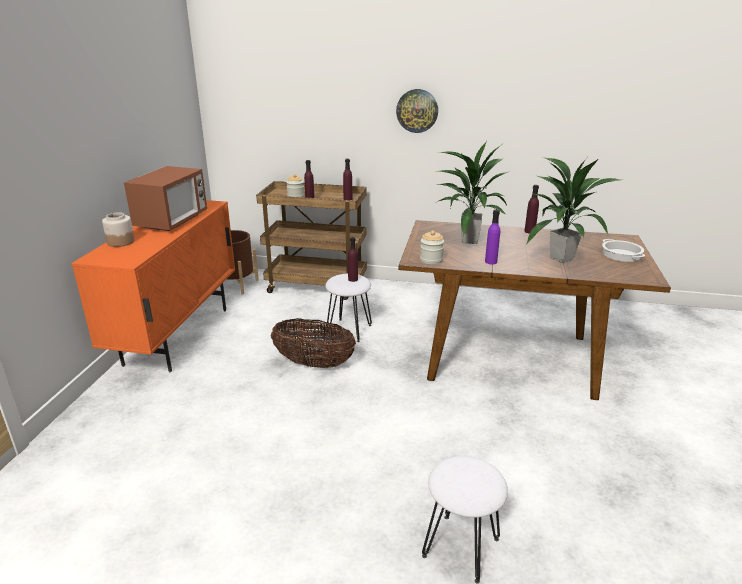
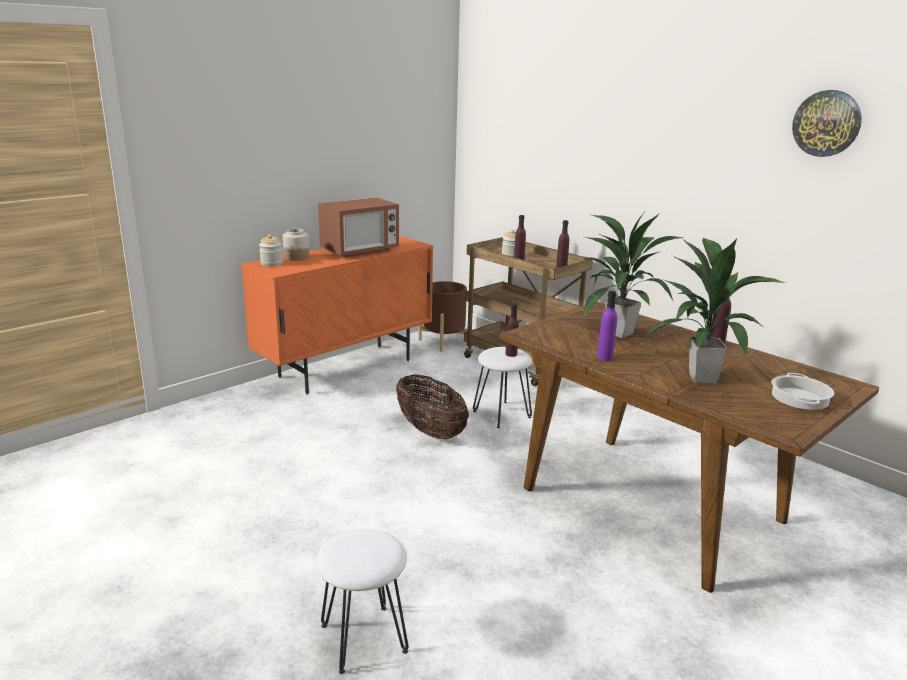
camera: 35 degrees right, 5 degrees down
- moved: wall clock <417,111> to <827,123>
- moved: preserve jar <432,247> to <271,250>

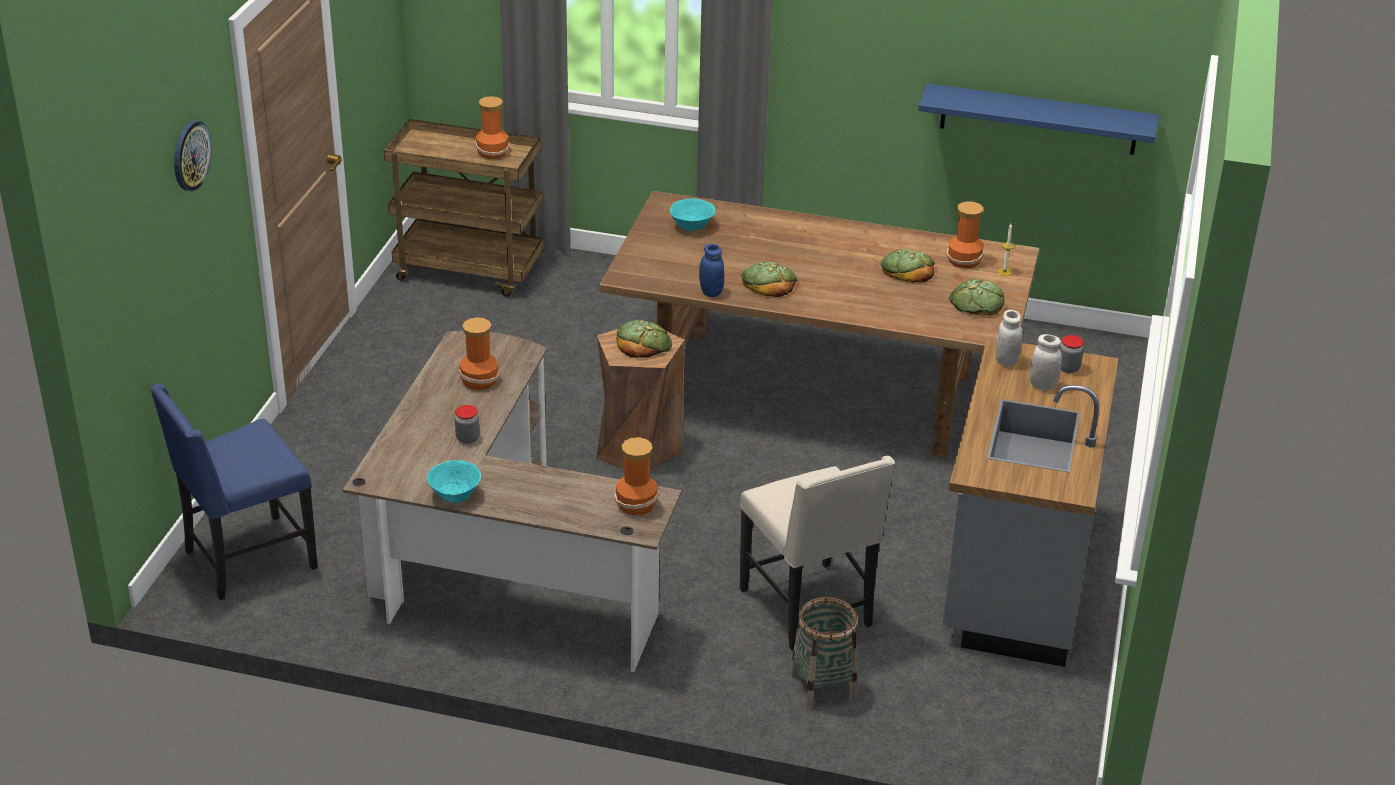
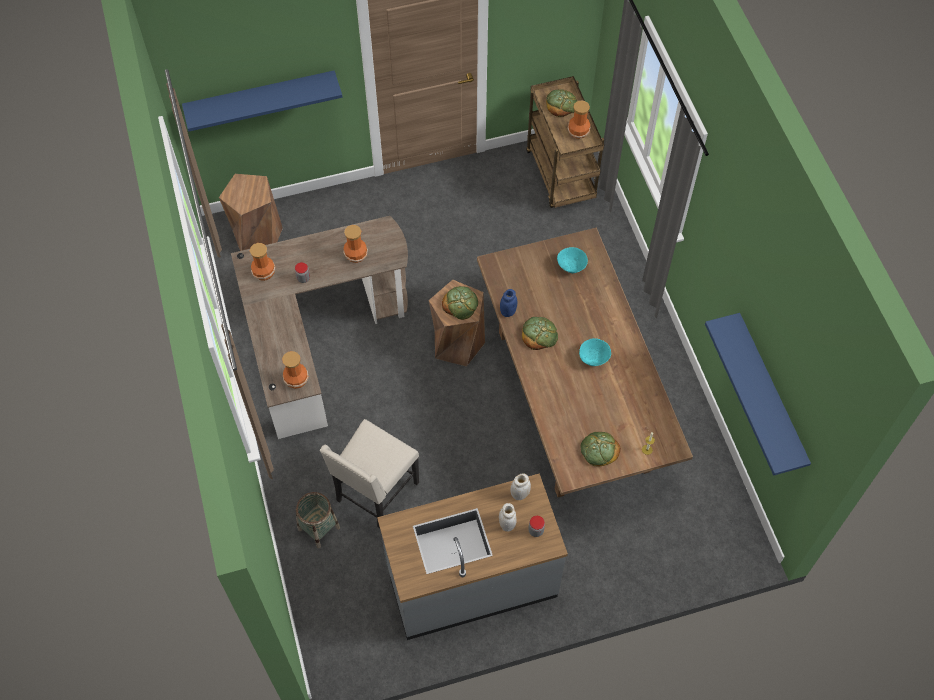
camera: 60 degrees right, 25 degrees up
- removed: wall clock <193,156>
- moved: decorative vase <965,235> to <263,262>
- moved: bakery bread <908,266> to <561,103>
- replaced: plain chair in bluish <234,491> to sitting stool in brown-coloured <251,212>
- moved: bowl in turquoise-coloured <454,481> to <595,352>
- added: bracket shelf in bluish <262,101>

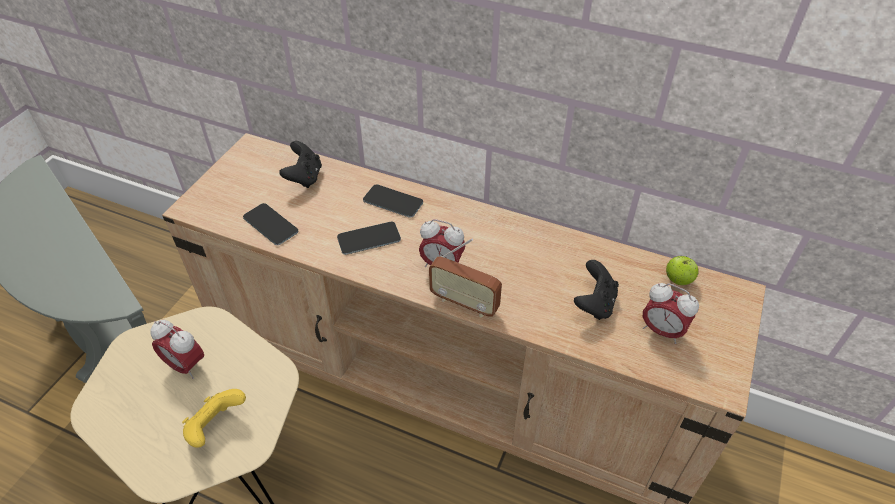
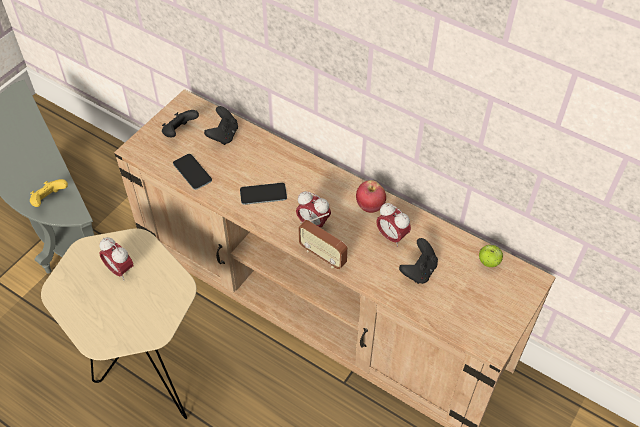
camera: 10 degrees right, 5 degrees up
- removed: telephone <393,201>
- moved: bedside clock <671,313> to <393,225>
- moved: joypad in yellow-coloured <214,418> to <49,193>
- added: joypad in black-coloured <180,123>
- added: whole apple <371,196>

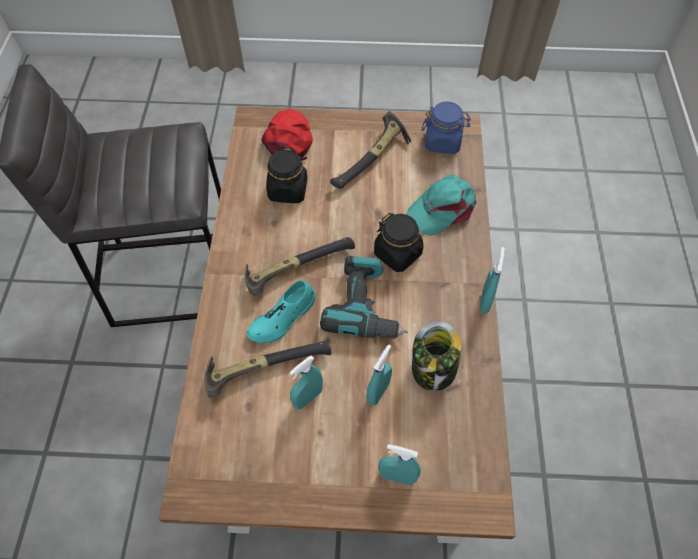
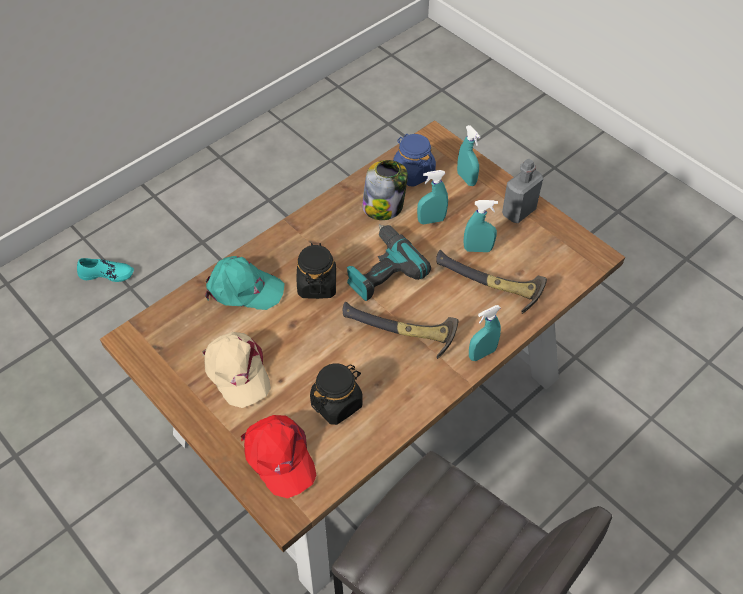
camera: 135 degrees left, 5 degrees down
- moved: preserve jar in bluish <446,128> to <414,160>
- turned: baseball cap in reddish <287,135> = <278,456> 75 degrees counterclockwise
- replaced: hammer <370,150> to baseball cap in sand-coloured <236,370>
- moved: spray bottle in turquoise-coloured <492,280> to <485,333>
- moved: item of footwear in turquoise-coloured <281,311> to <105,270>
- added: bottle in grey <522,191>

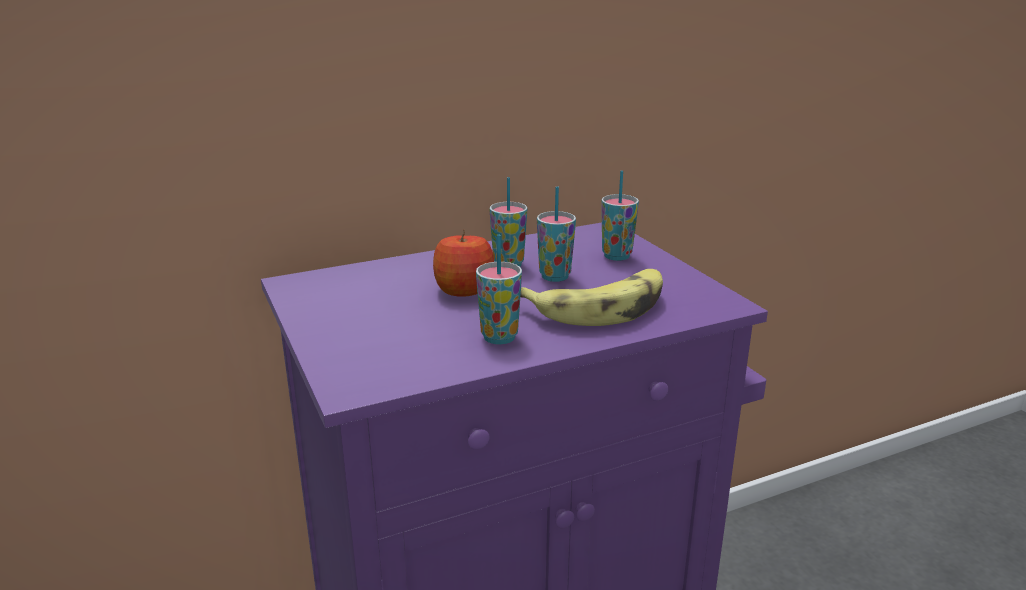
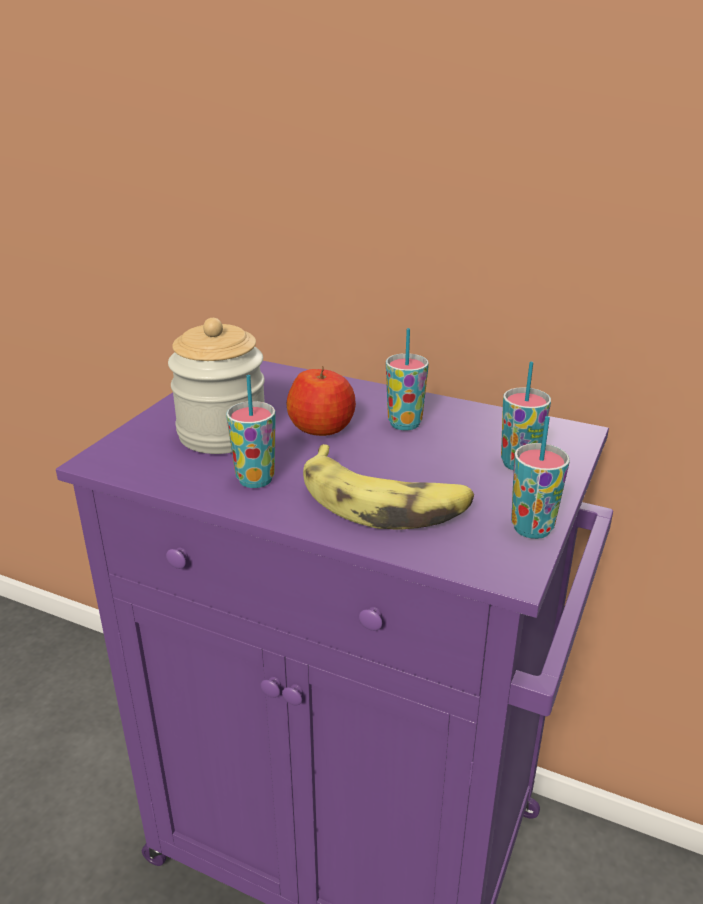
camera: 50 degrees right, 5 degrees up
- moved: small cup <556,234> to <540,477>
- added: preserve jar <216,386>

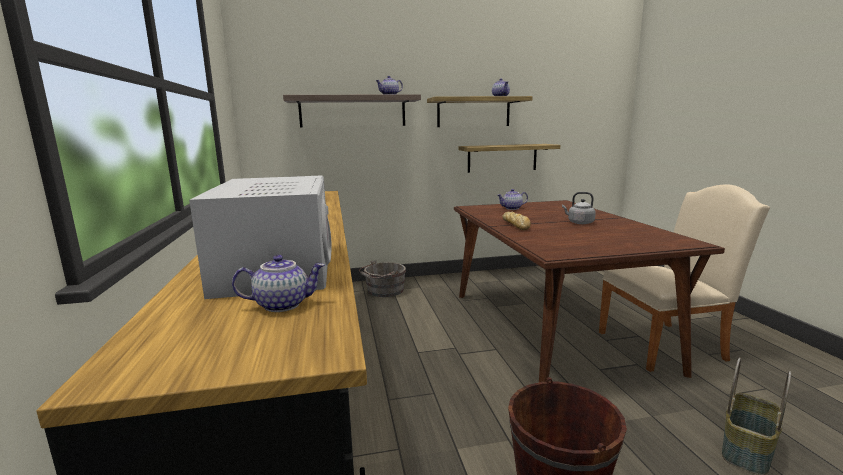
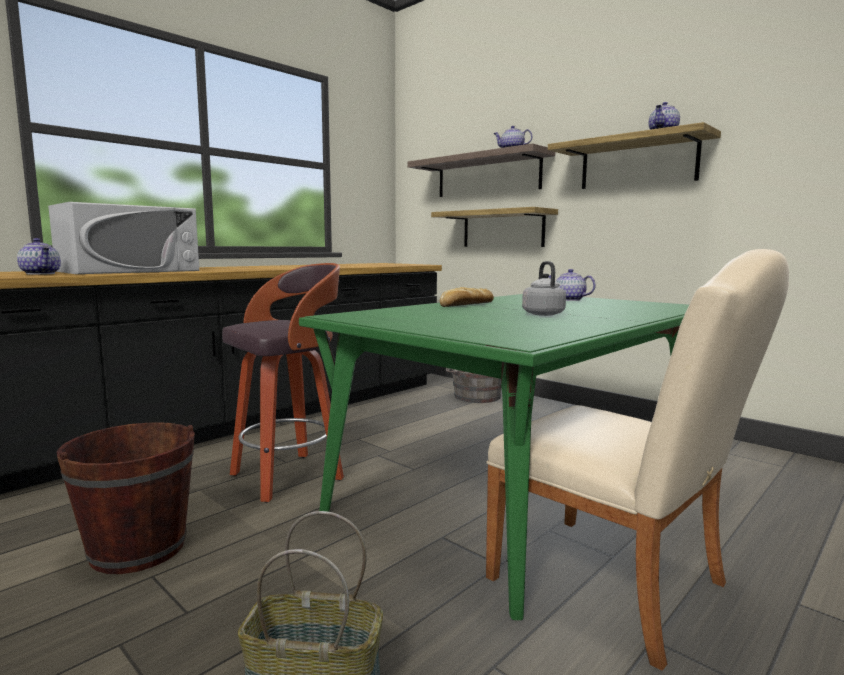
camera: 55 degrees right, 5 degrees down
- moved: bracket shelf <509,158> to <494,227>
- recoloured: dining table in brown-coloured <589,291> to dining table in greenish <494,457>
- added: sitting stool <283,383>

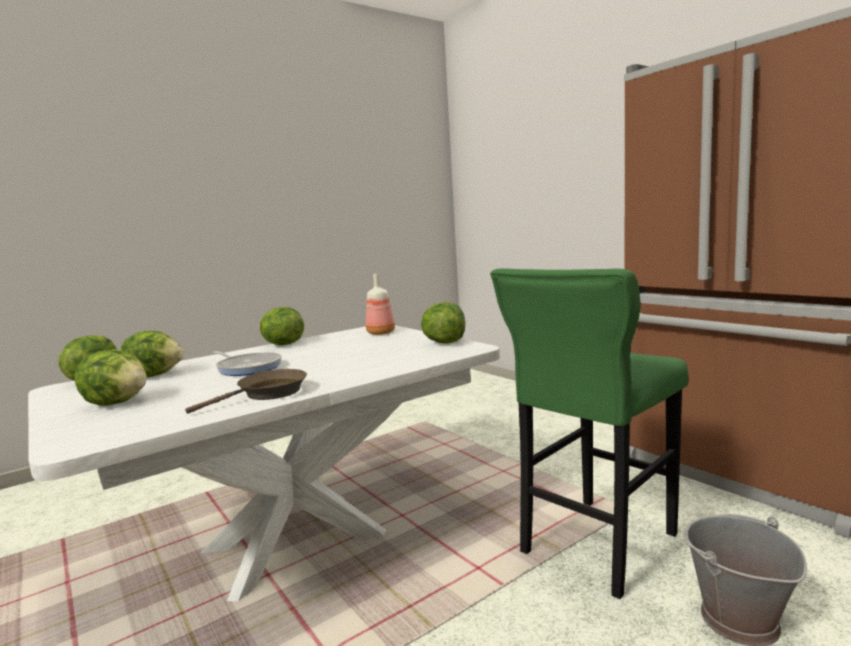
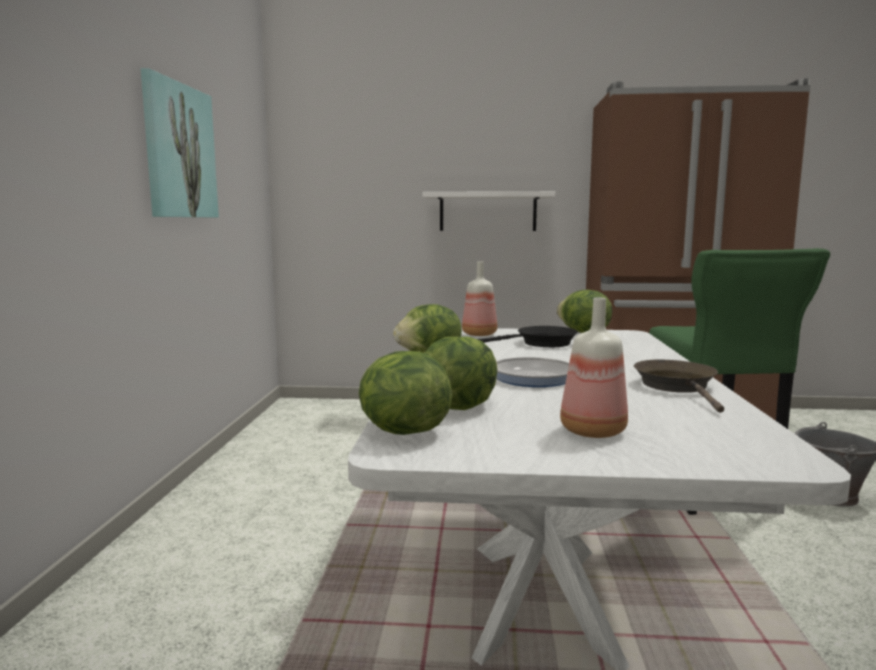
camera: 50 degrees left, 0 degrees up
- replaced: head of lettuce <111,377> to bottle <594,368>
- added: wall art <180,142>
- added: bracket shelf in white <488,211>
- added: frying pan in black-coloured <527,336>

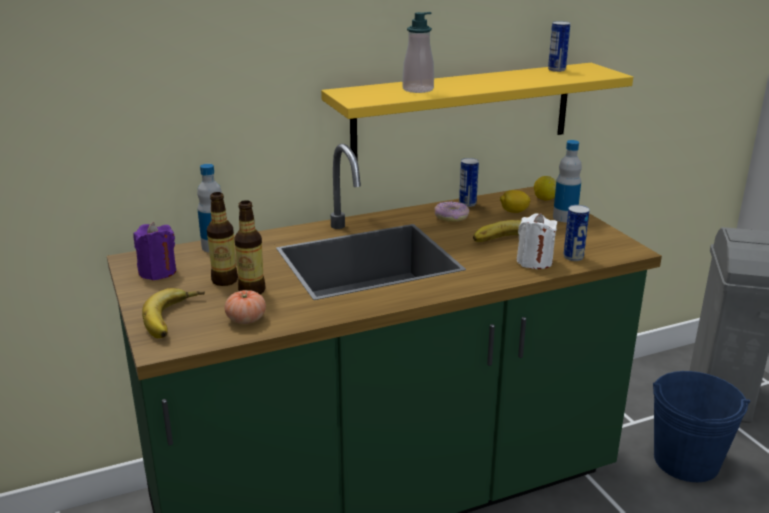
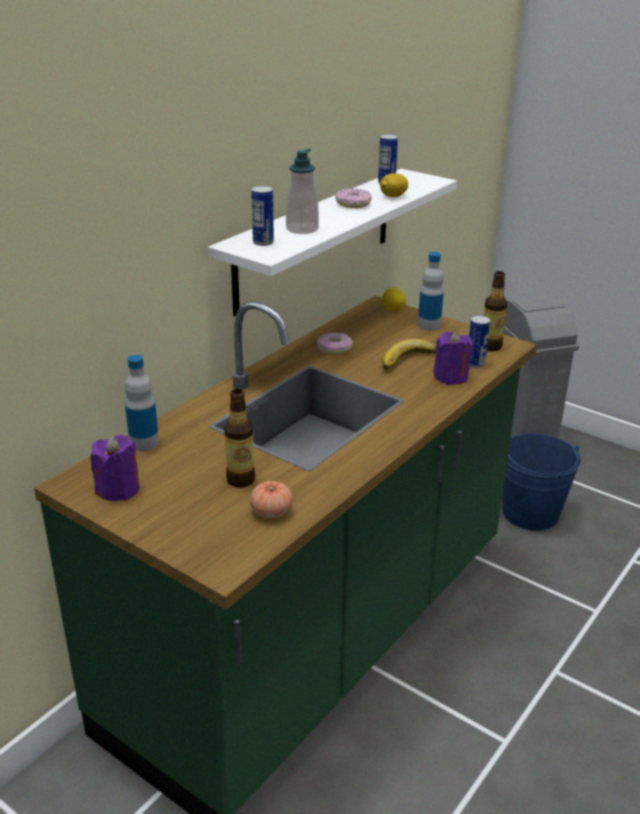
camera: 30 degrees left, 5 degrees up
- recoloured: bracket shelf in yellow-coloured <477,110> to bracket shelf in white <332,243>
- moved: metal can <469,182> to <262,216>
- moved: lemon <515,201> to <394,185>
- moved: bottle <222,239> to <495,311>
- recoloured: wax candle in white <537,241> to wax candle in purple <453,358>
- removed: whole banana <173,313>
- added: ring doughnut <353,198>

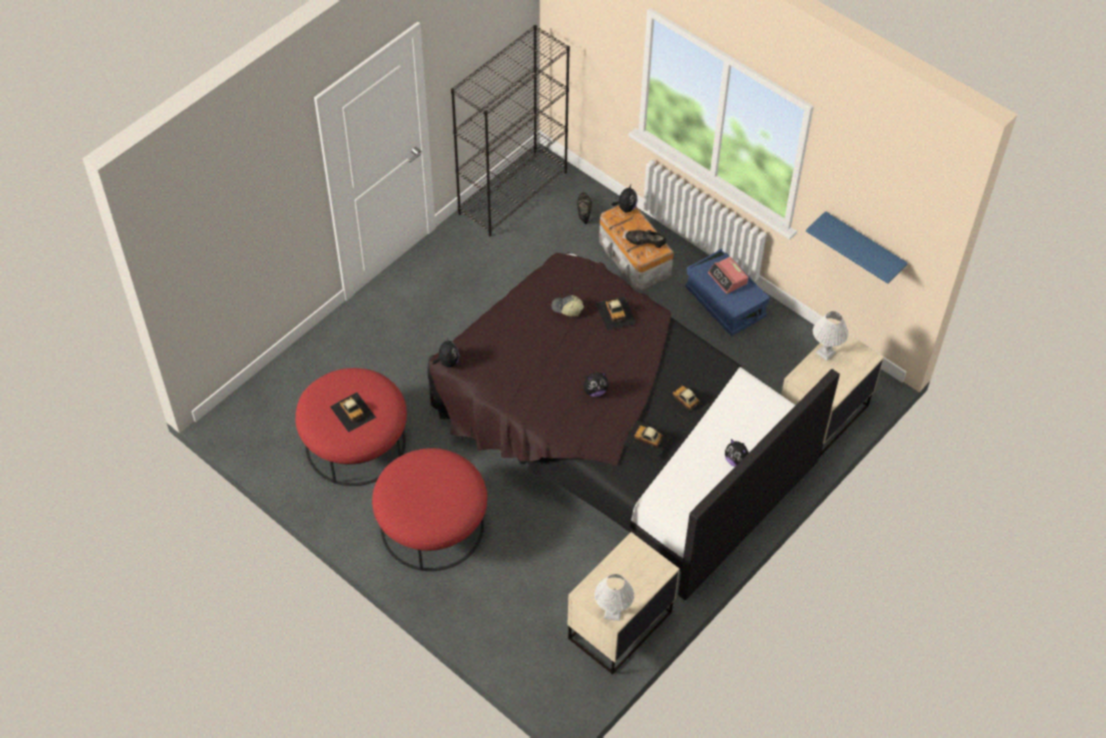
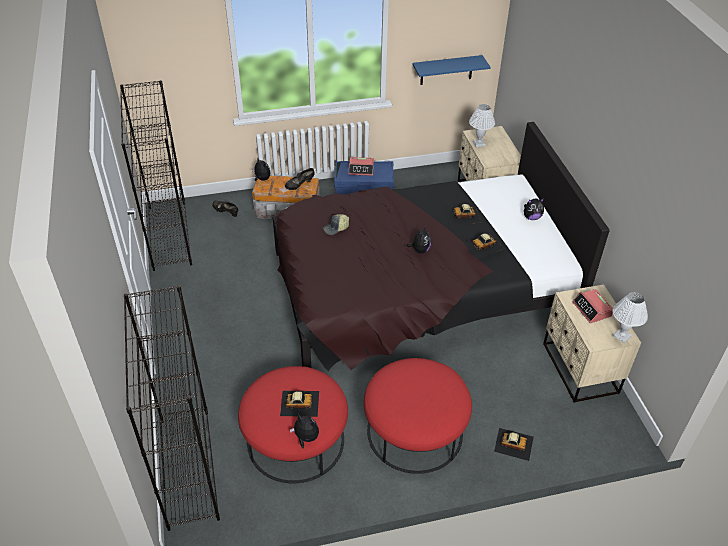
camera: 55 degrees left, 10 degrees down
- moved: miniature car <616,313> to <514,444>
- moved: plush toy <445,352> to <304,431>
- added: shelving unit in black-coloured <172,408>
- added: bedside clock <592,306>

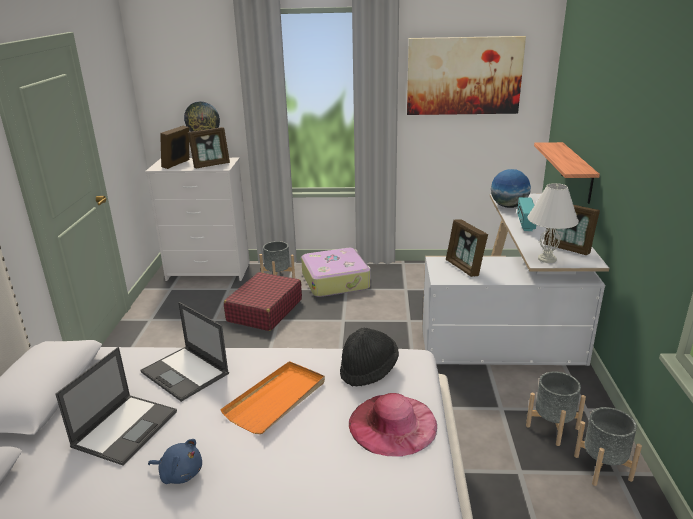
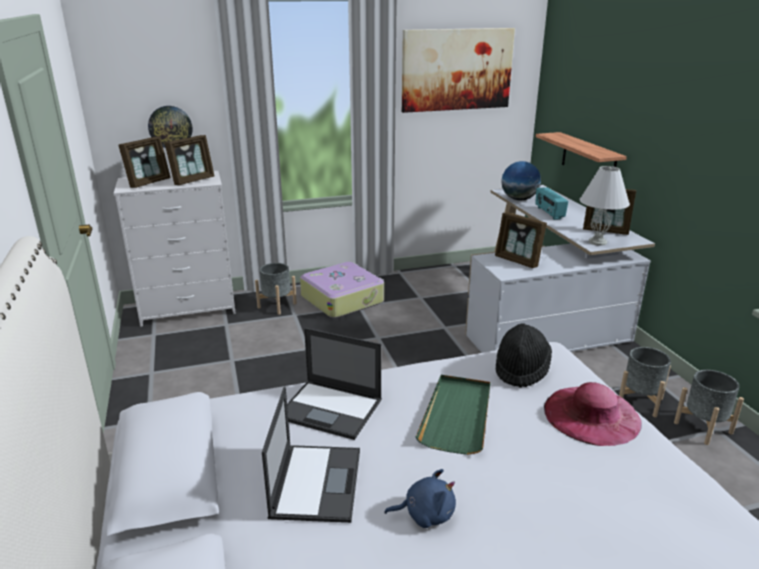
camera: 20 degrees left, 0 degrees up
- turned: picture frame <174,147> = <145,162> 150 degrees counterclockwise
- removed: suitcase in reddish <263,301>
- recoloured: serving tray in orangey <272,397> to serving tray in greenish <453,415>

